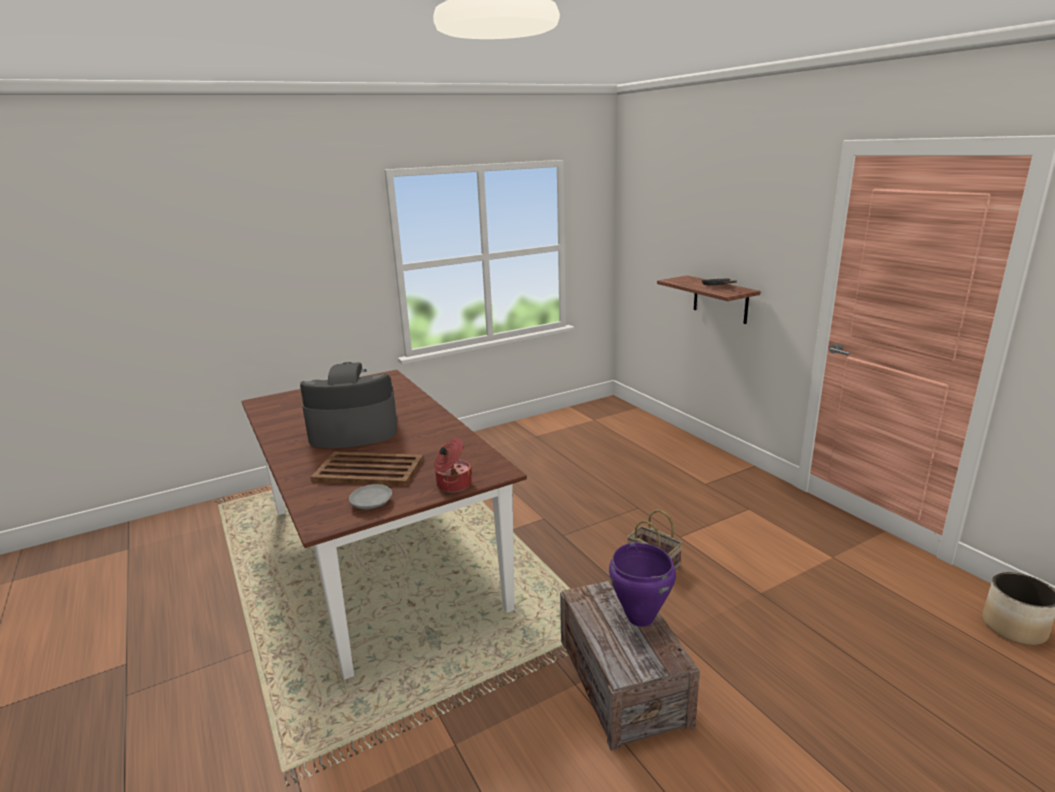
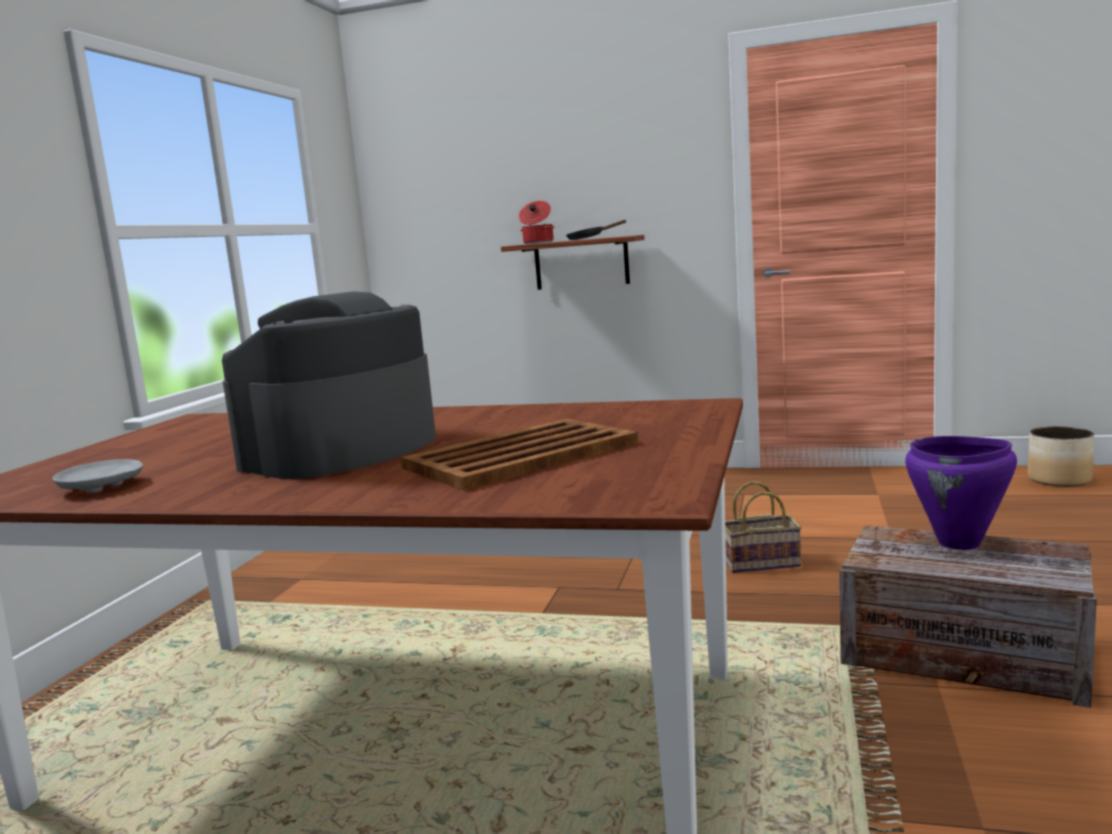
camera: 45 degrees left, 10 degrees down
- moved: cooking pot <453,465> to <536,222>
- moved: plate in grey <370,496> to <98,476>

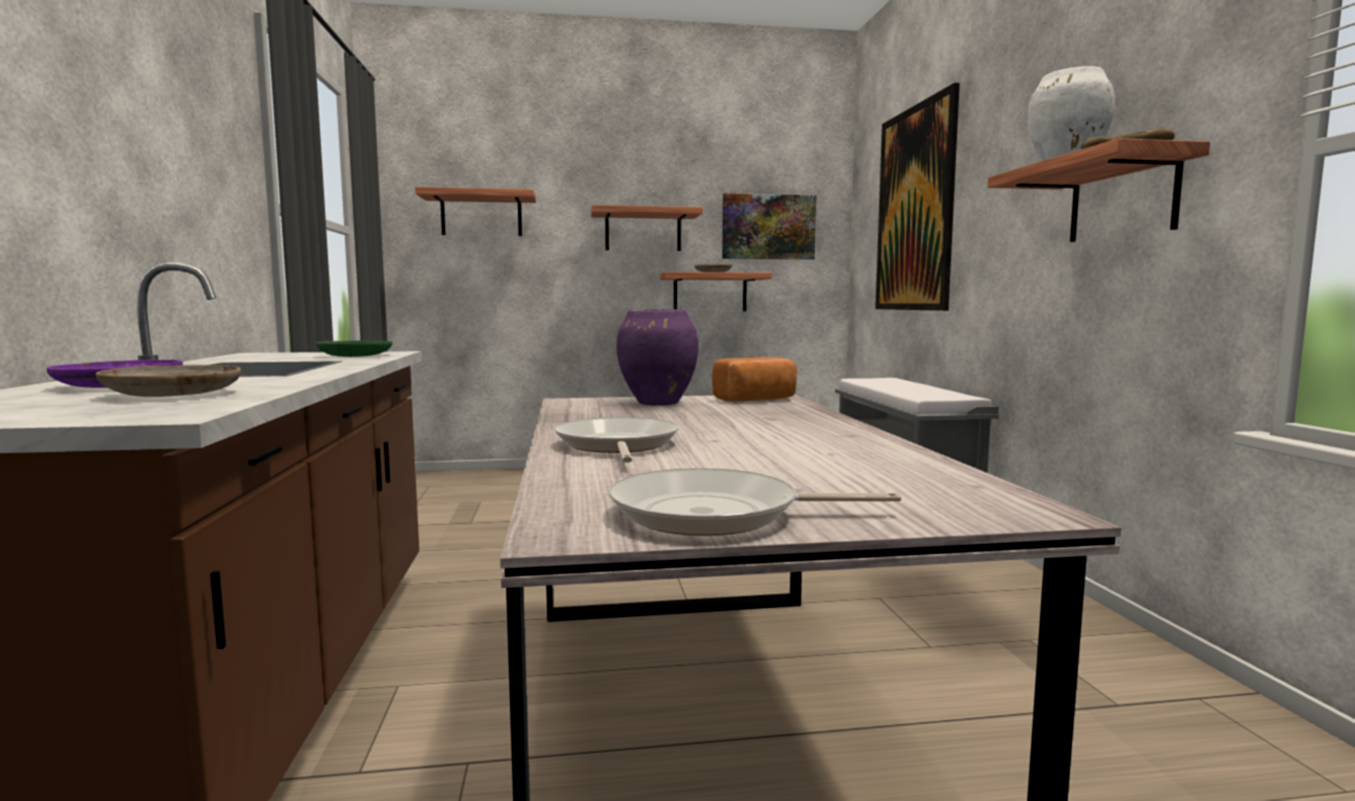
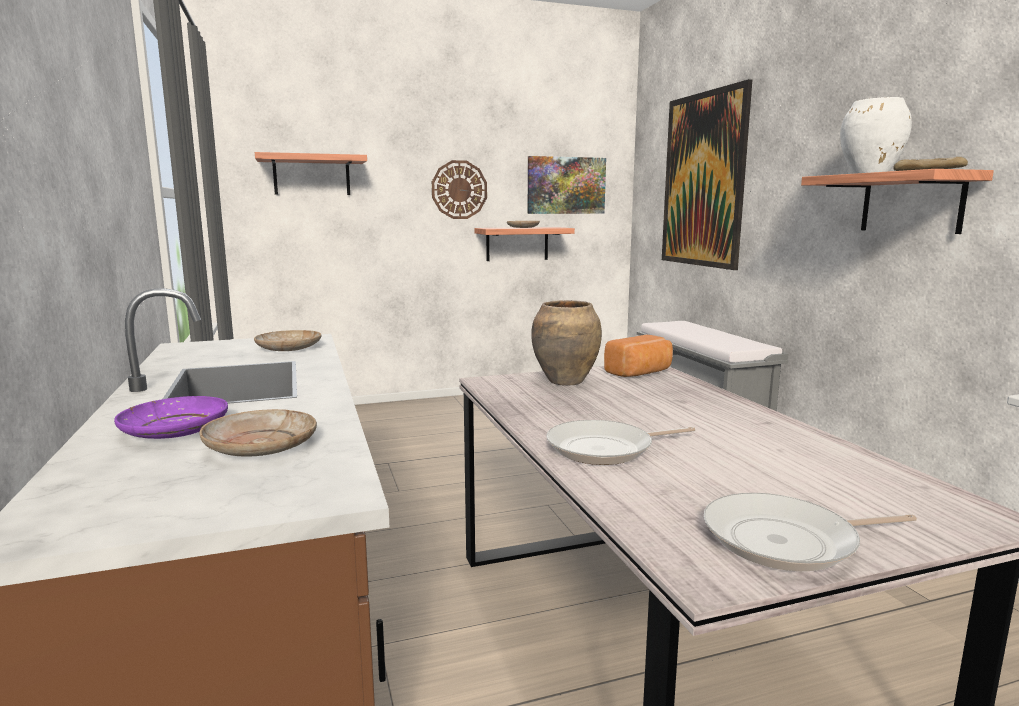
camera: 10 degrees left, 5 degrees up
- replaced: bracket shelf <647,228> to wall clock <459,189>
- recoloured: decorative vase in purple <657,357> to decorative vase in brown-coloured <566,343>
- recoloured: plate in greenish <354,349> to plate in sand-coloured <287,340>
- turned: frying pan <616,440> = <620,442> 90 degrees counterclockwise

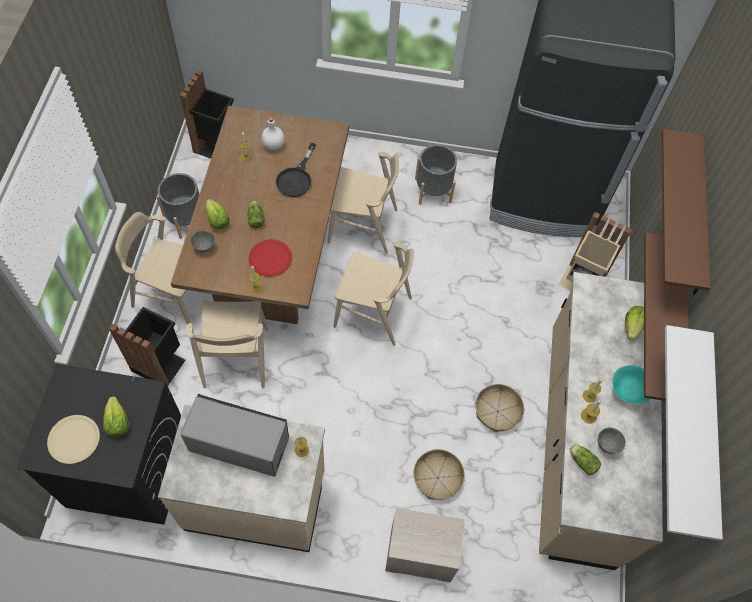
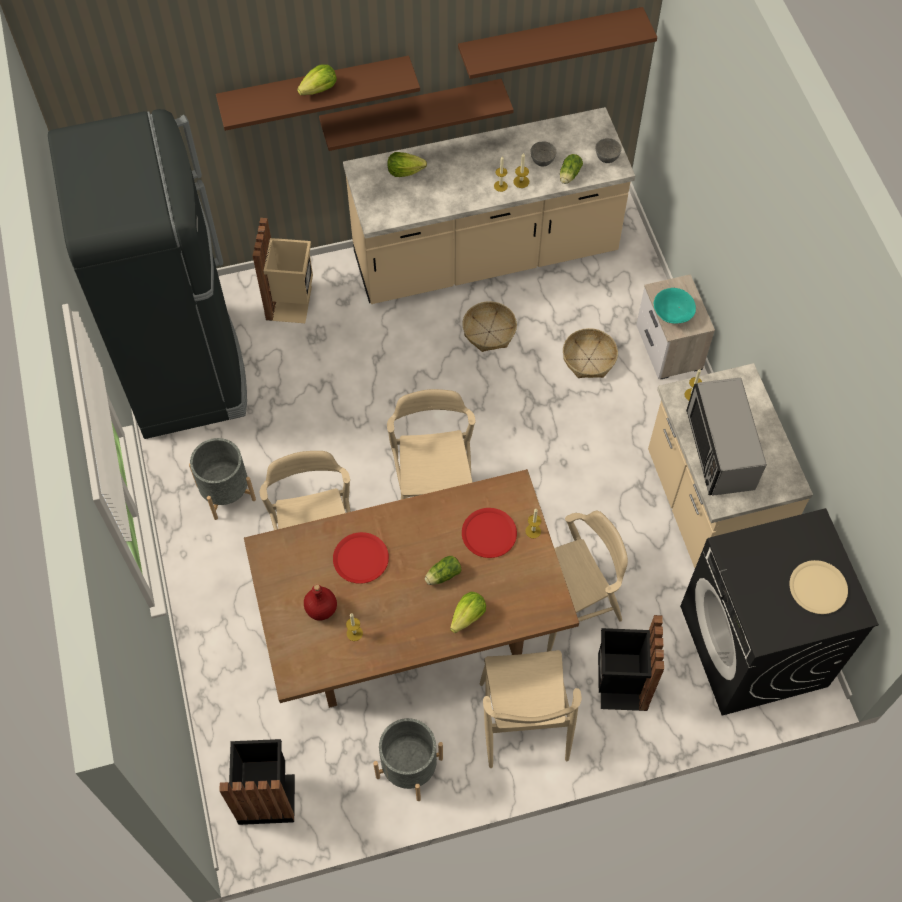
camera: 110 degrees left, 0 degrees up
- recoloured: bottle in white <273,133> to bottle in reddish <320,602>
- replaced: frying pan in black-coloured <296,170> to plate in reddish <361,558>
- moved: bowl in grey <202,241> to <608,150>
- recoloured: bracket shelf in white <694,433> to bracket shelf in brown-coloured <557,43>
- moved: bowl in turquoise-coloured <631,384> to <675,306>
- moved: head of lettuce <116,416> to <316,80>

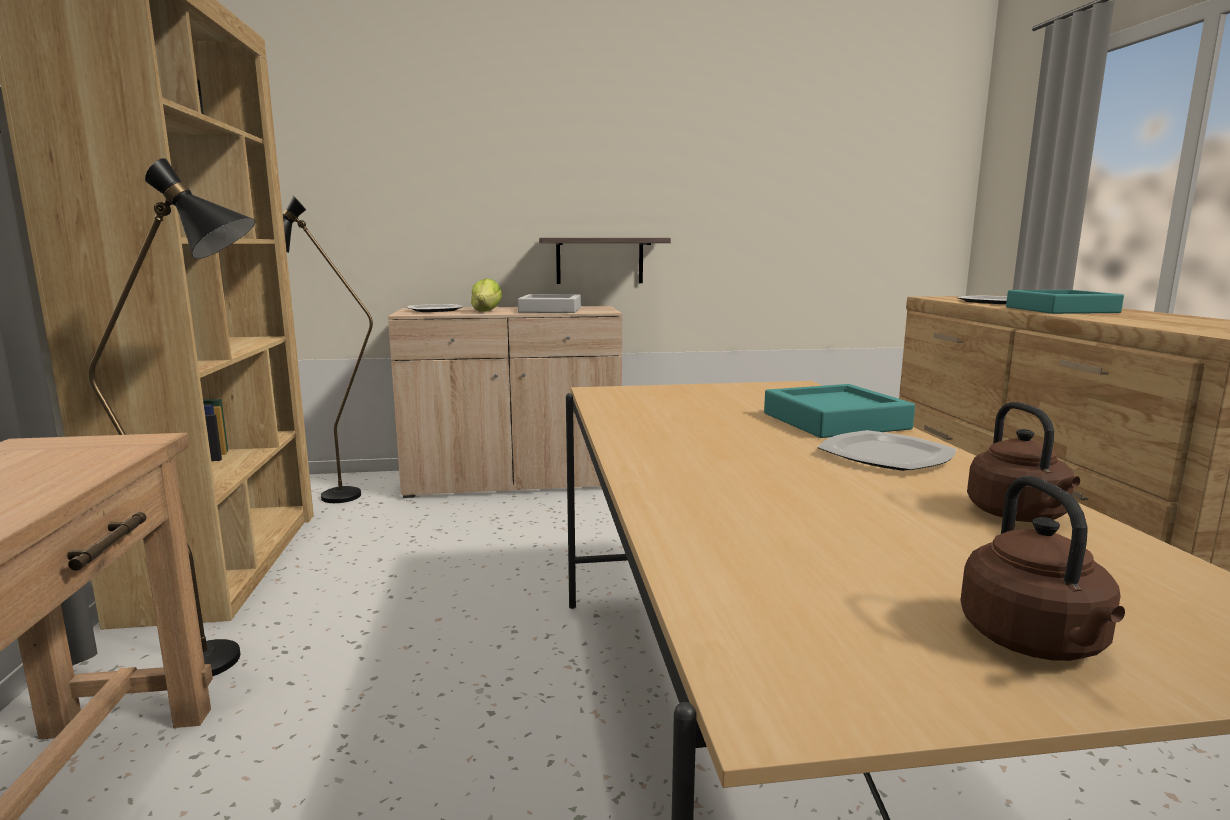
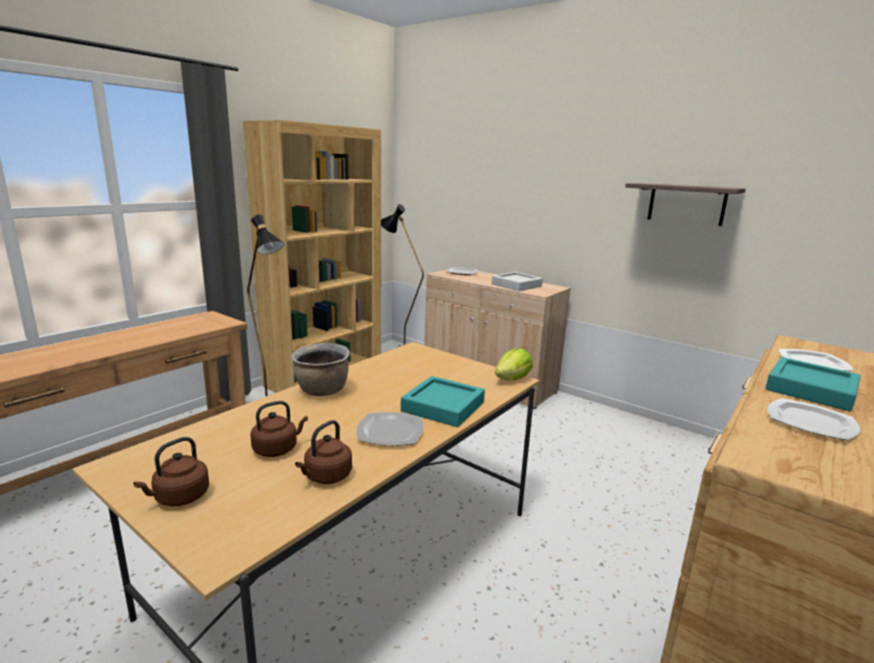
camera: 45 degrees right, 5 degrees up
- moved: bracket shelf <605,261> to <685,204>
- moved: head of lettuce <486,295> to <514,364>
- added: cooking pot in brown-coloured <320,369>
- added: plate <813,419>
- added: water kettle in brown-coloured <279,429>

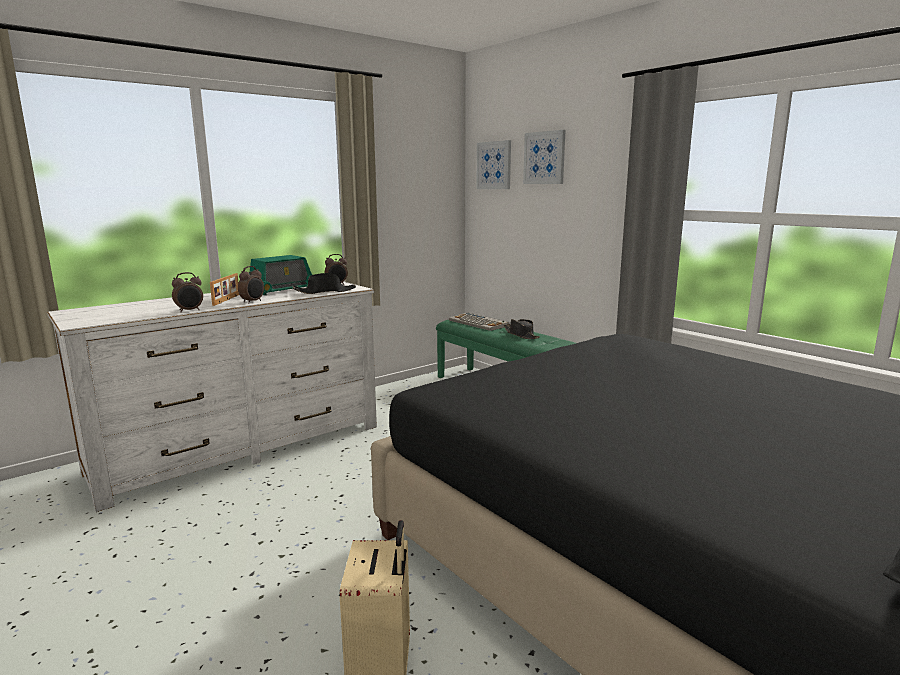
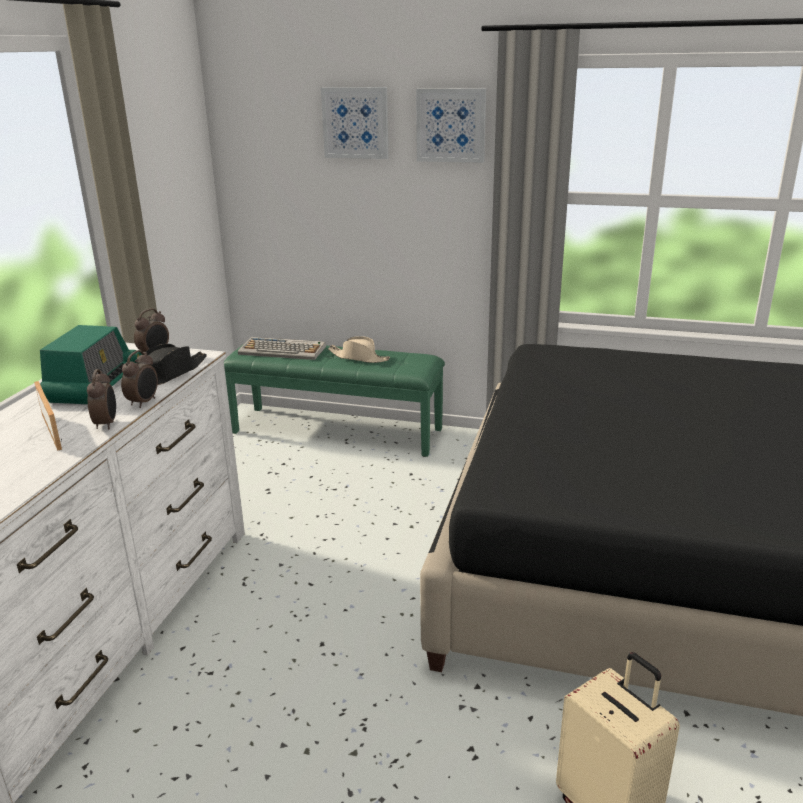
camera: 35 degrees left, 10 degrees up
- moved: wall art <493,164> to <451,125>
- moved: bedside clock <187,292> to <139,379>
- recoloured: wearable hat in black-coloured <522,329> to wearable hat in sand-coloured <359,349>

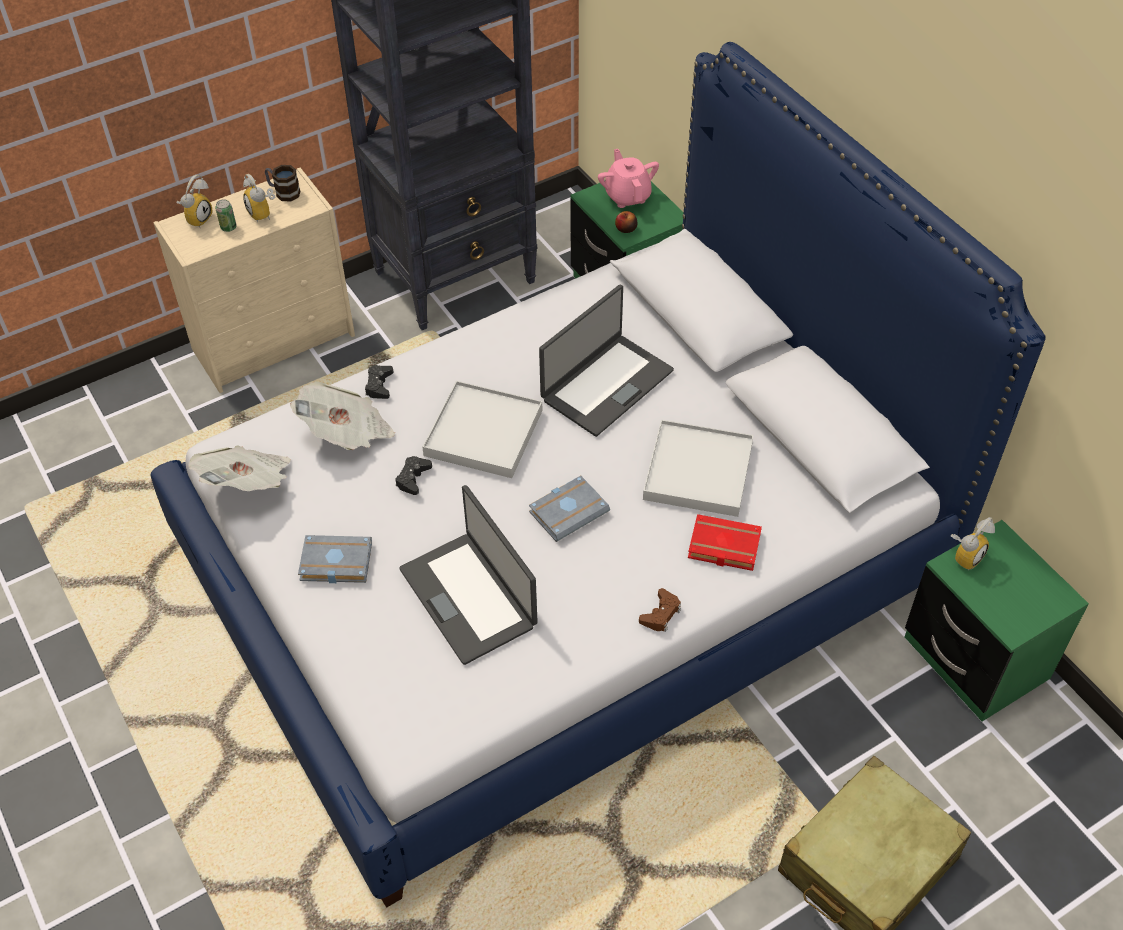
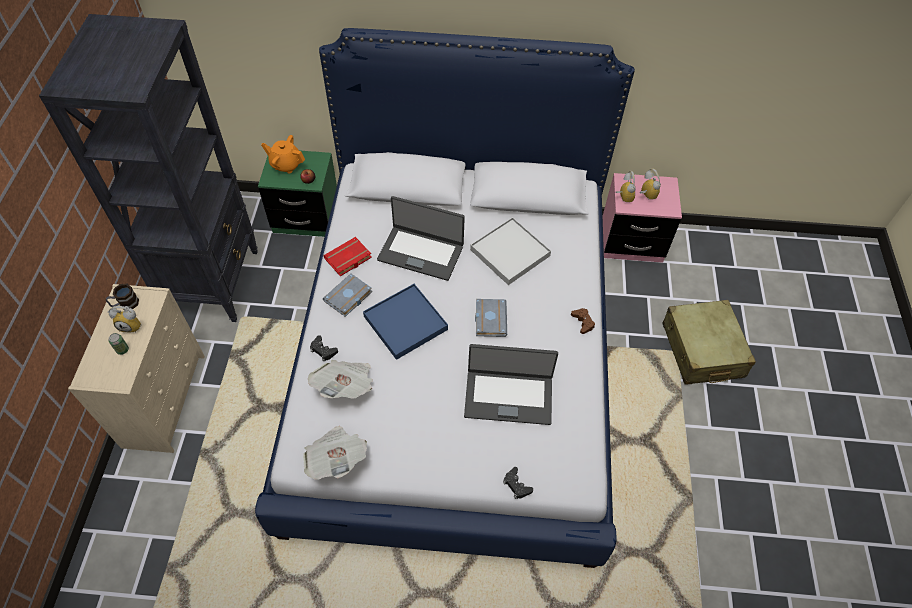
camera: 55 degrees left, 5 degrees up
- recoloured: teapot in pinkish <628,178> to teapot in orangey <283,154>
- moved: bedside clock <195,201> to <650,184>
- turned: laptop <606,361> = <421,238> 120 degrees clockwise
- recoloured: serving tray in white <482,429> to serving tray in bluish <405,322>
- moved: joypad in black-coloured <413,475> to <518,483>
- moved: book in reddish <725,542> to <347,256>
- recoloured: bedside table in greenish <997,620> to bedside table in pinkish <642,218>
- moved: book in grey <335,559> to <347,295>

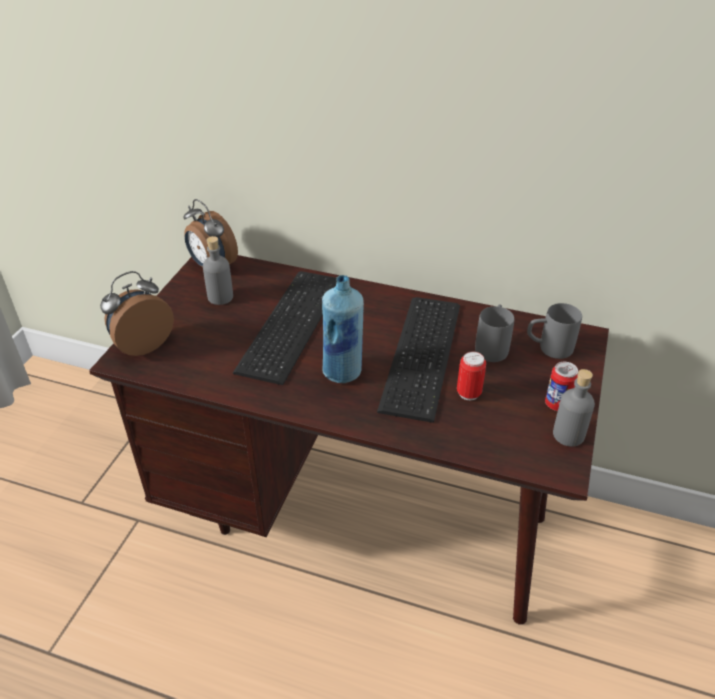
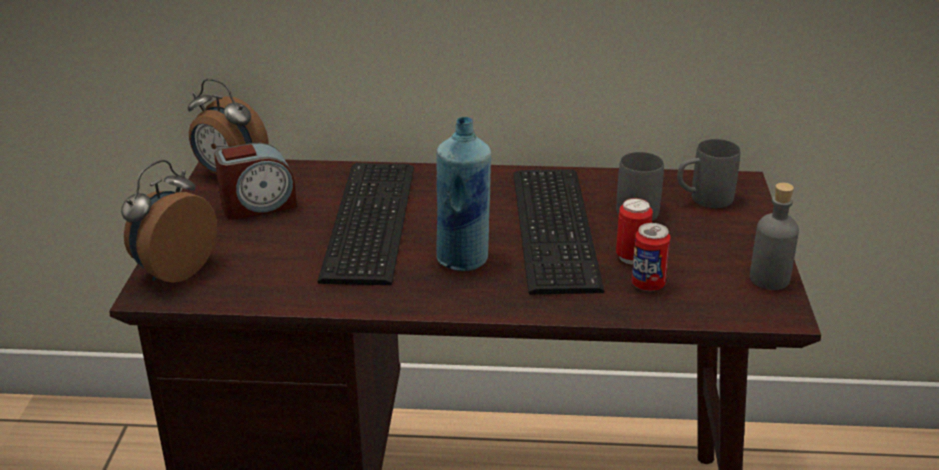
camera: 15 degrees left, 10 degrees down
- replaced: bottle in grey <218,270> to bedside clock <255,181>
- moved: metal can <561,386> to <651,257>

